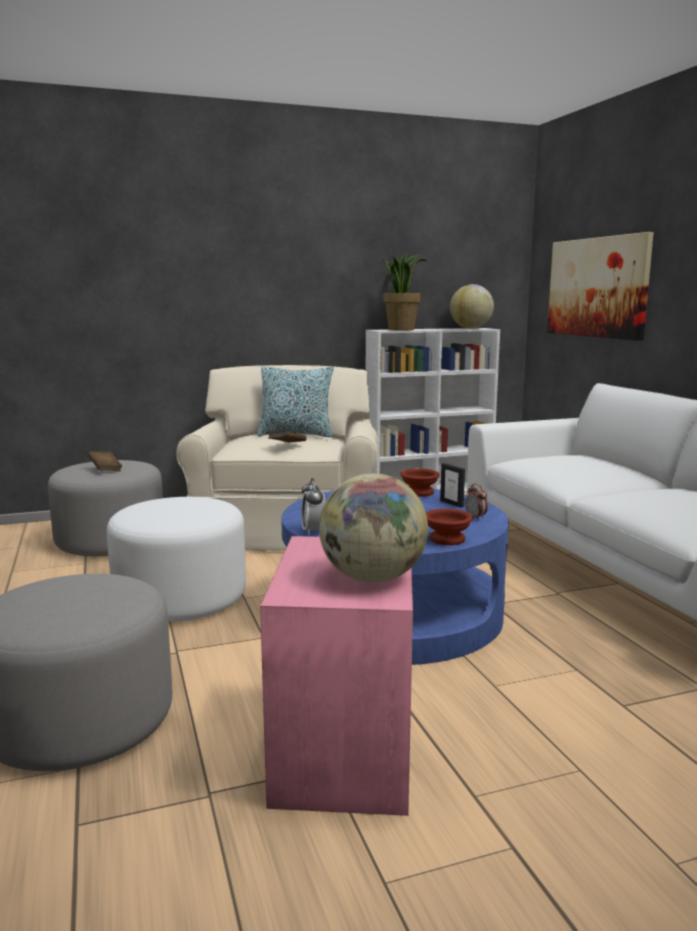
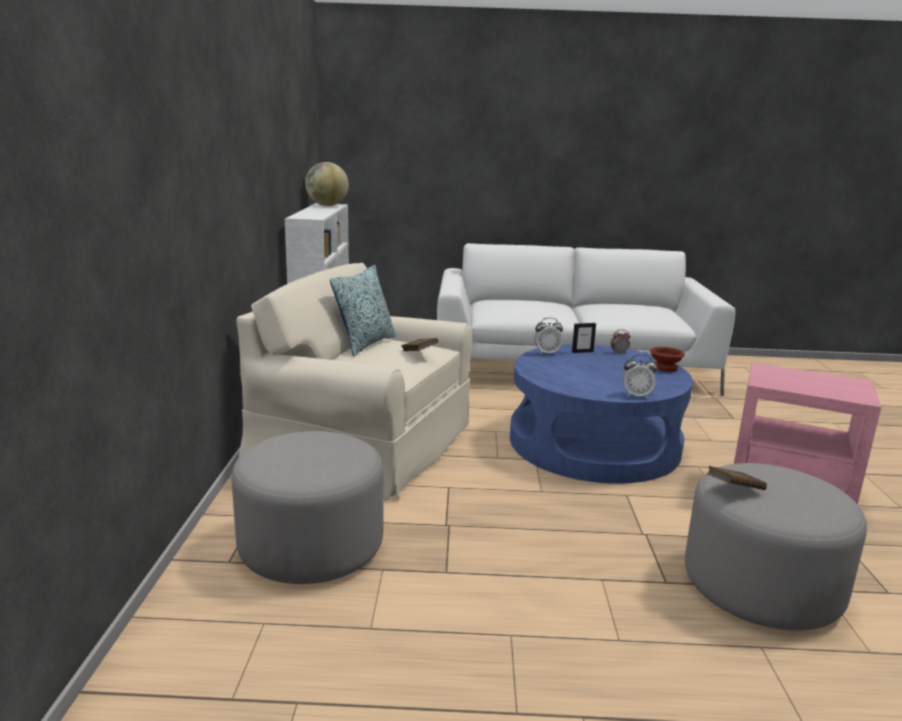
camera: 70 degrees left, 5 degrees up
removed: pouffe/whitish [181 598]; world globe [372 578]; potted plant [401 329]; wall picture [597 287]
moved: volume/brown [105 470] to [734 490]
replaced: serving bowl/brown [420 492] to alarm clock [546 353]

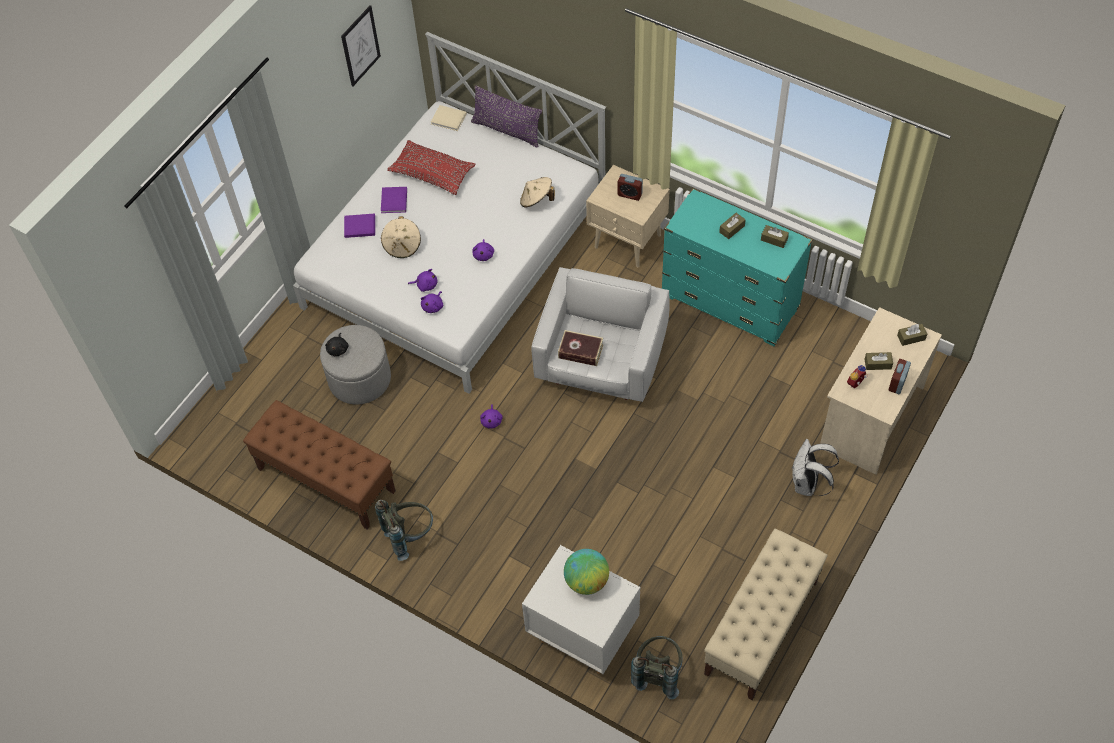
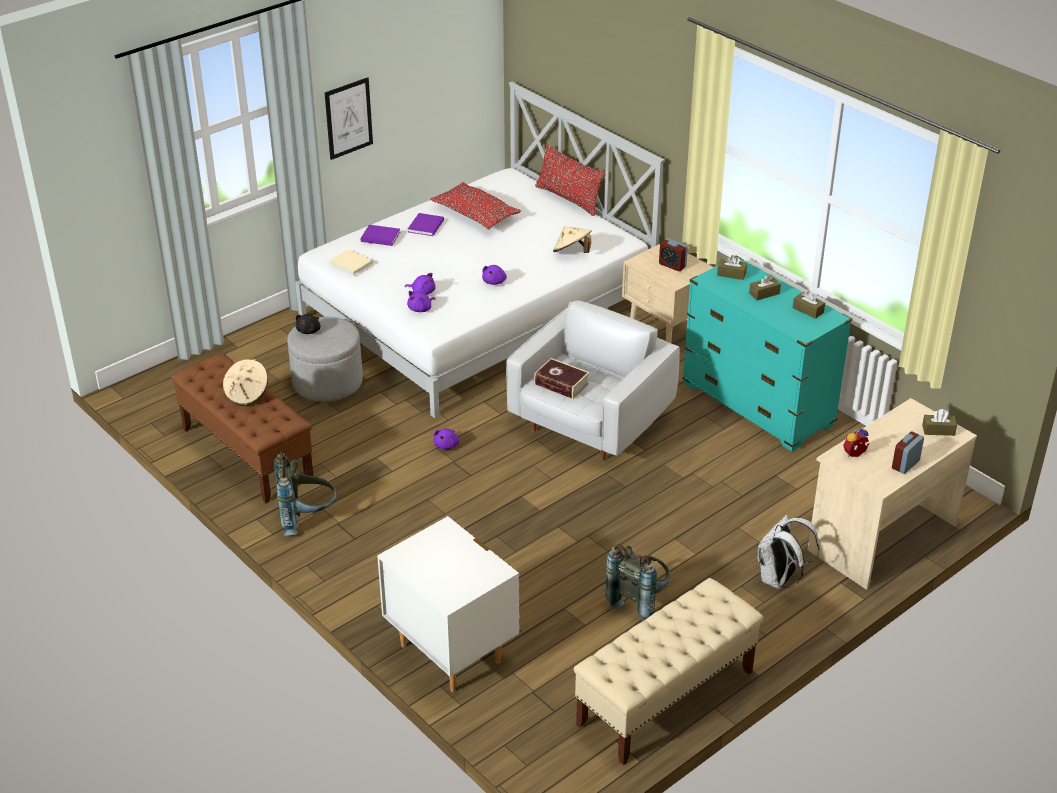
camera: 15 degrees right, 20 degrees down
removed: world globe [586 581]
moved: wall picture [360 46] to [348 118]; hat/beige [402 245] to [247 394]; volume/beige [449 119] to [351 264]; backpack/gray [657 673] to [639 601]; tissue holder/brown [877 364] to [731 274]
recoloured: cushion/purple [507 131] to cushion/reddish [568 199]

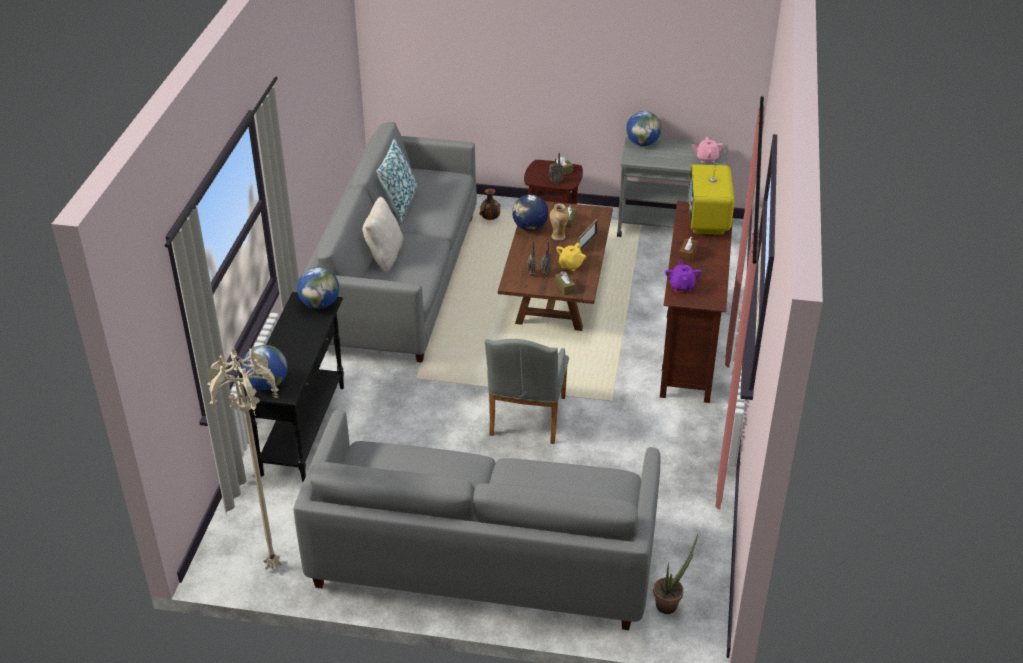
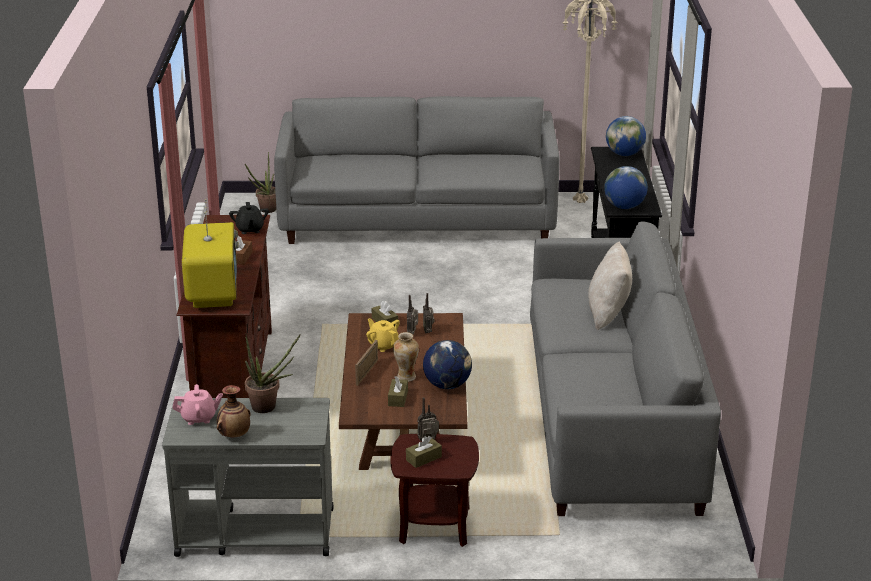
camera: 170 degrees right, 10 degrees down
removed: cushion [399 204]; lounge chair/gray [526 420]; world globe [642 143]
added: potted plant [269 407]
moved: decorative vase [490 219] to [234 435]
recoloured: teapot/purple [681 286] to teapot/blackish [250 229]
turned: teapot/yellow-coloured [570 265] = [383 345] 60 degrees counterclockwise

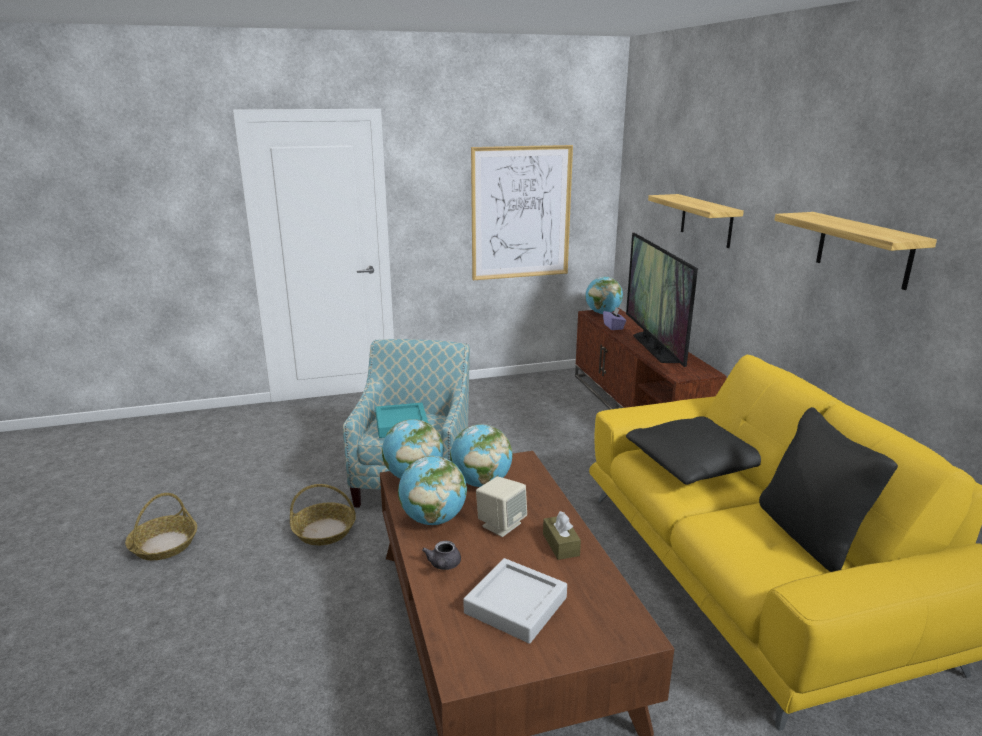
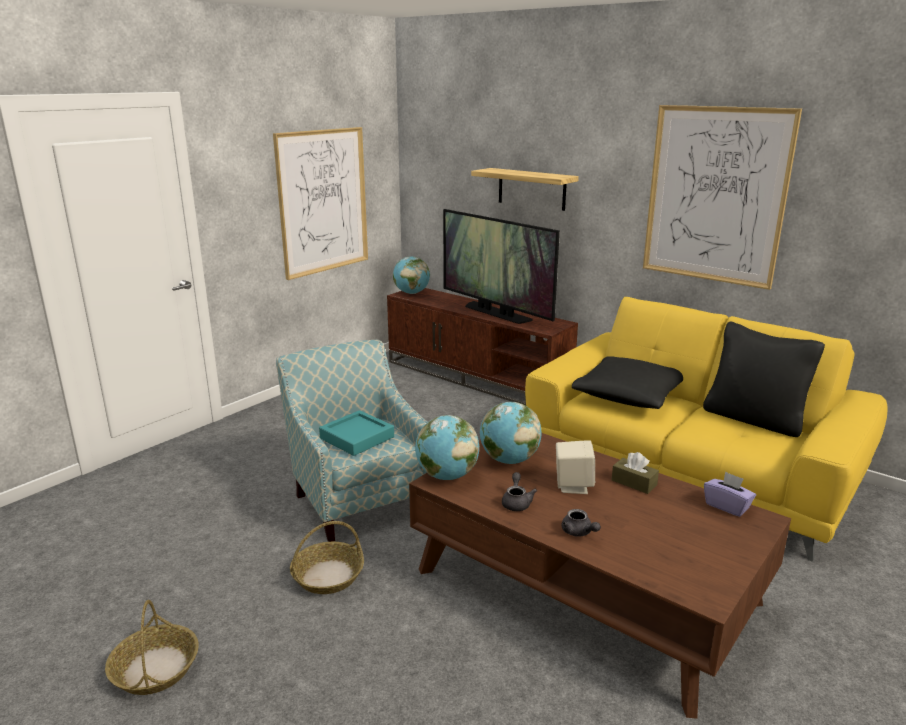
camera: 35 degrees left, 0 degrees up
removed: tray/gray [515 605]
moved: tissue holder/purple [613 327] to [727 506]
replaced: world globe [433 519] to teapot/gray [516 502]; bracket shelf [863 249] to wall picture [715 195]

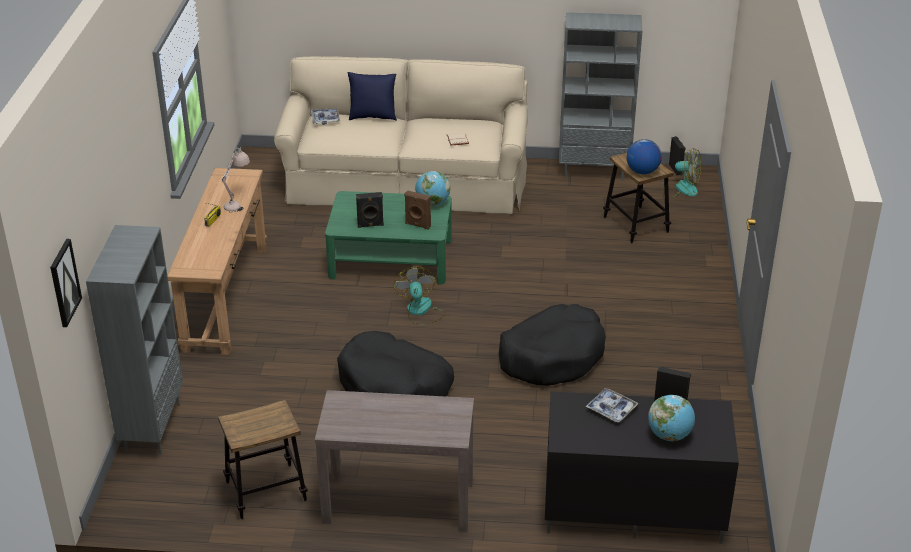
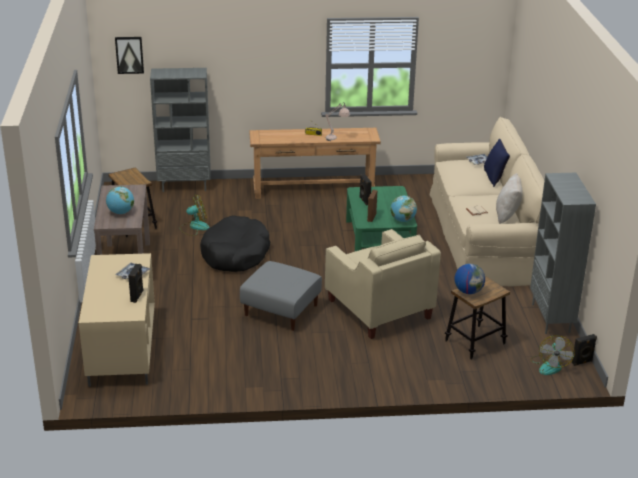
camera: 80 degrees right, 5 degrees down
added: lounge chair/beige [378 309]; cushion/beige [507 215]
moved: electric fan [420 311] to [194 227]; world globe [669 435] to [121 212]
replaced: dog cushion/blackish [552 356] to pouffe/gray [280 310]
recoloured: tv unit/blackish [631 509] to tv unit/beige [121 349]

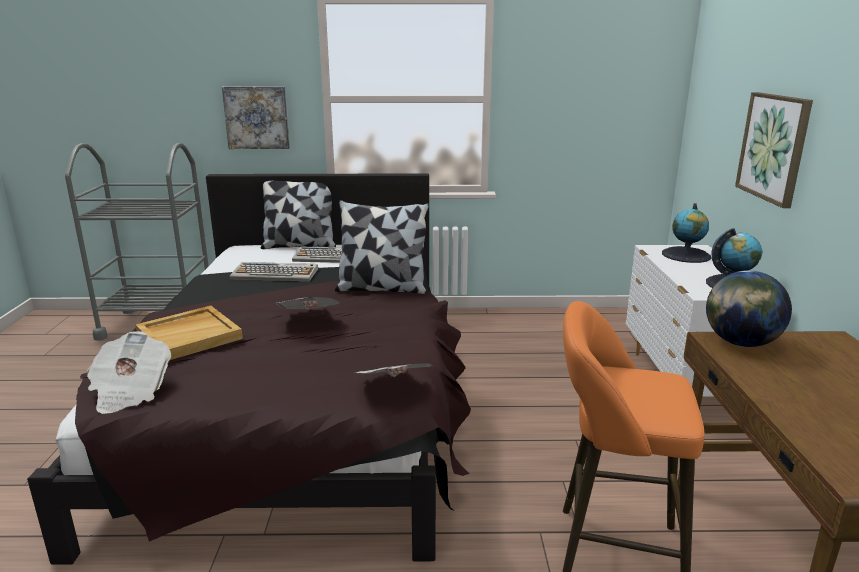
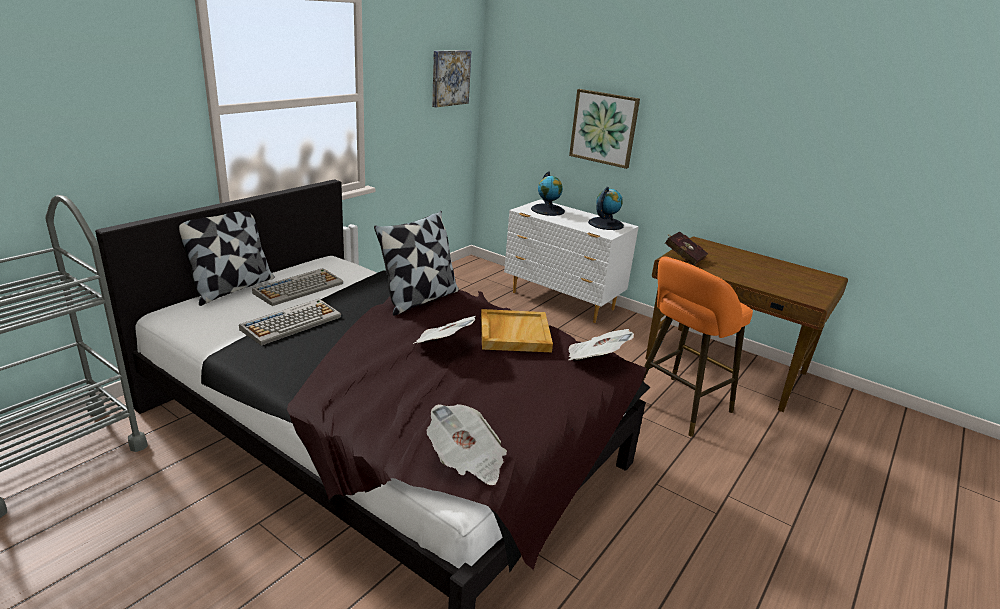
camera: 55 degrees left, 5 degrees up
moved: tray/beige [190 336] to [514 333]; wall picture [257 117] to [450 78]
replaced: world globe [740 343] to volume/reddish [682 257]

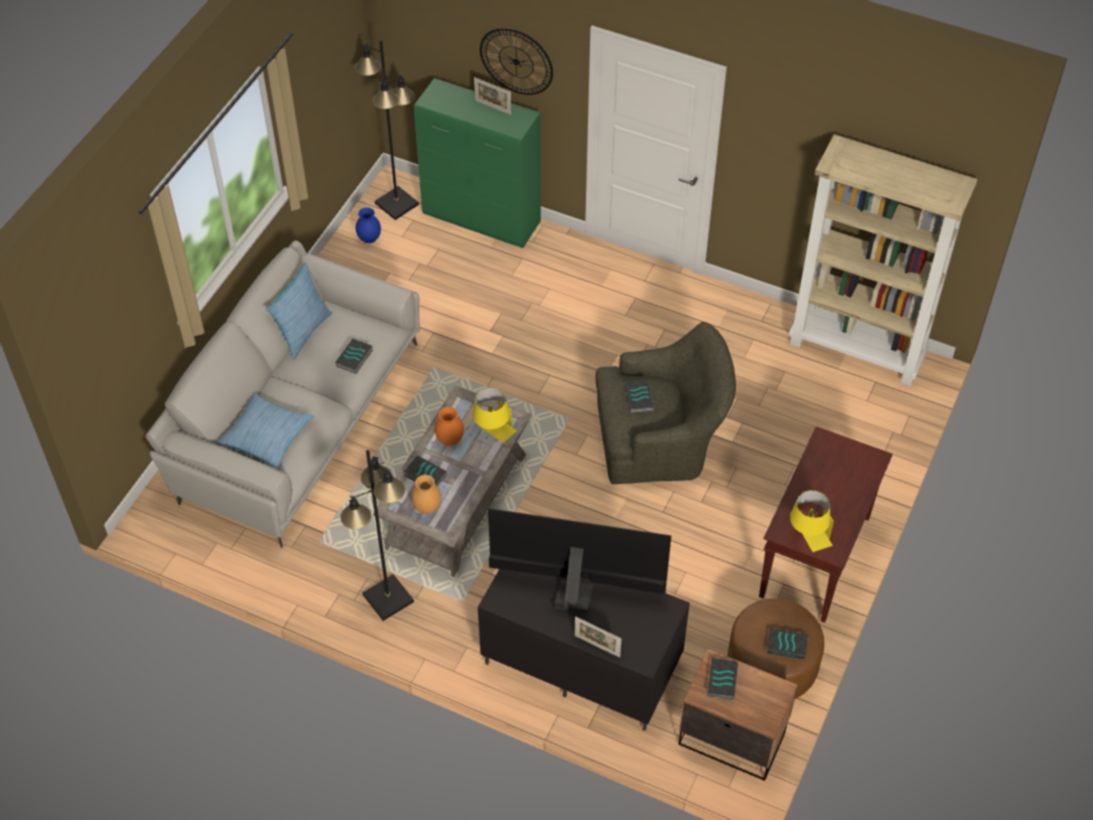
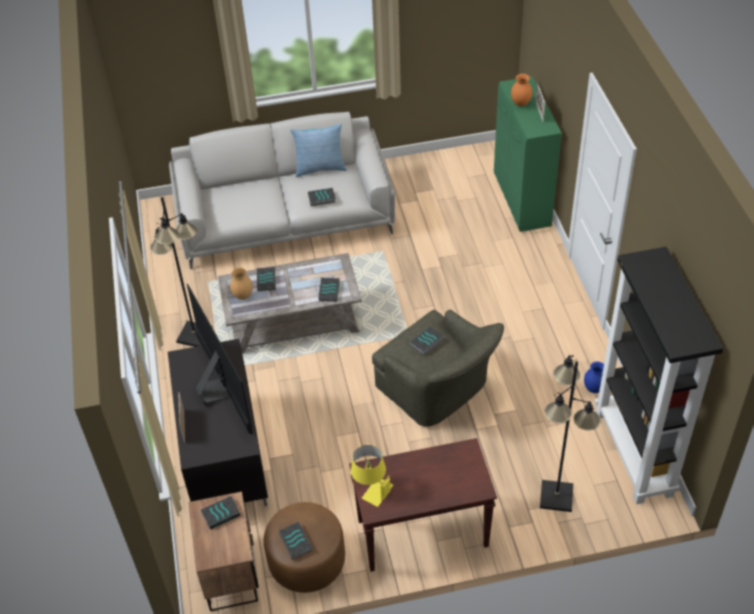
camera: 55 degrees right, 5 degrees down
removed: cushion [266 436]; wall clock [516 61]
moved: standing lamp/blackish [396 203] to [557 496]; decorative vase/blue-coloured [369 239] to [593 388]; decorative vase/orange [450 439] to [521 103]
replaced: tabletop lamp/yellow-coloured [493 433] to volume [328 291]
recoloured: bookshelf/beige [858 350] to bookshelf/blackish [634 453]

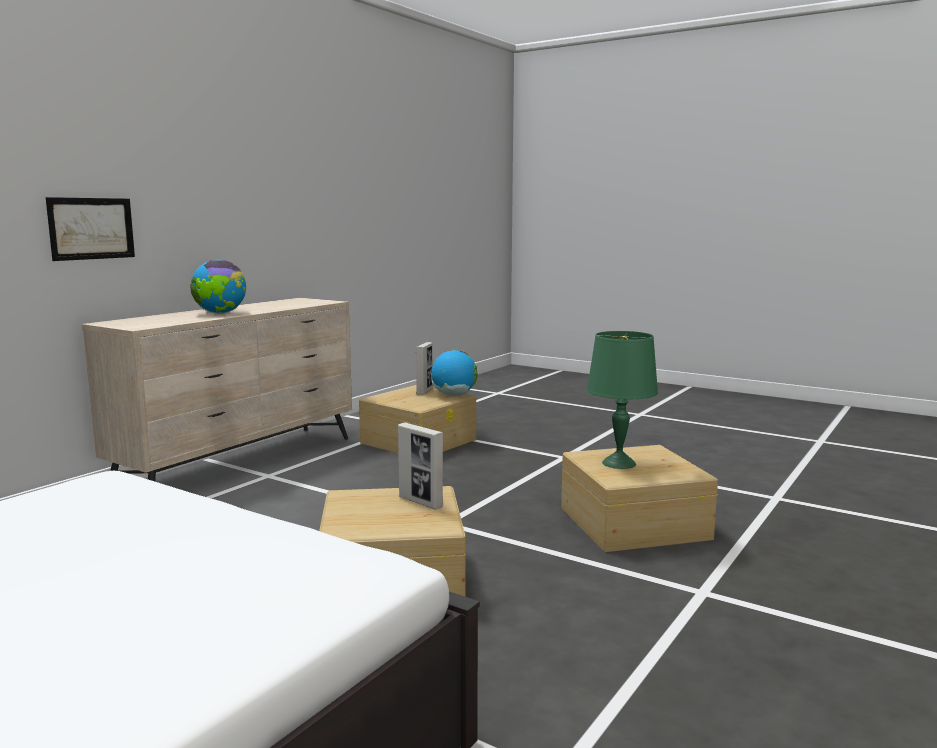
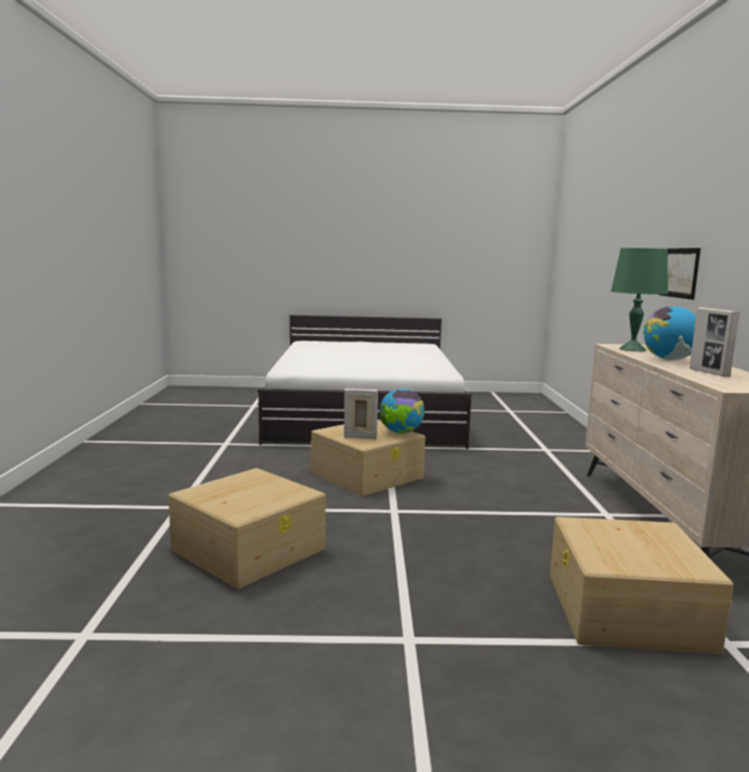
camera: 145 degrees right, 0 degrees up
moved: photo frame [424 391] to [709 373]; world globe [454 395] to [401 433]; tabletop lamp/green-coloured [618 463] to [633 349]

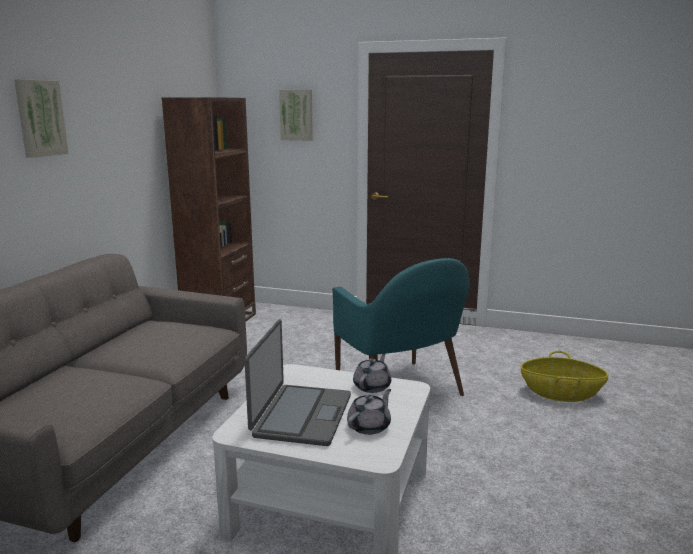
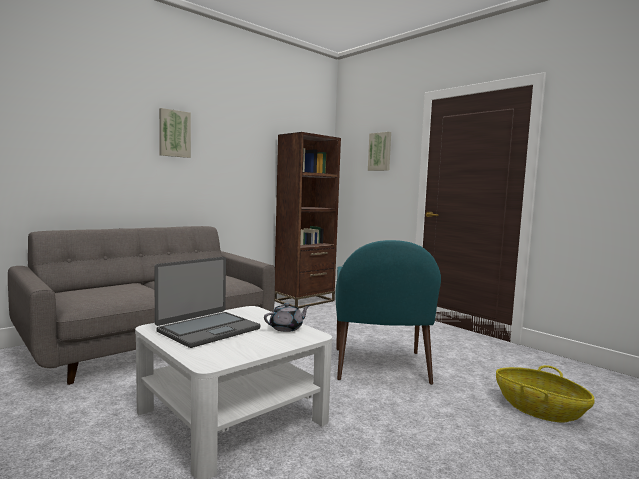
camera: 30 degrees right, 10 degrees down
removed: teapot/gray [369 426]

